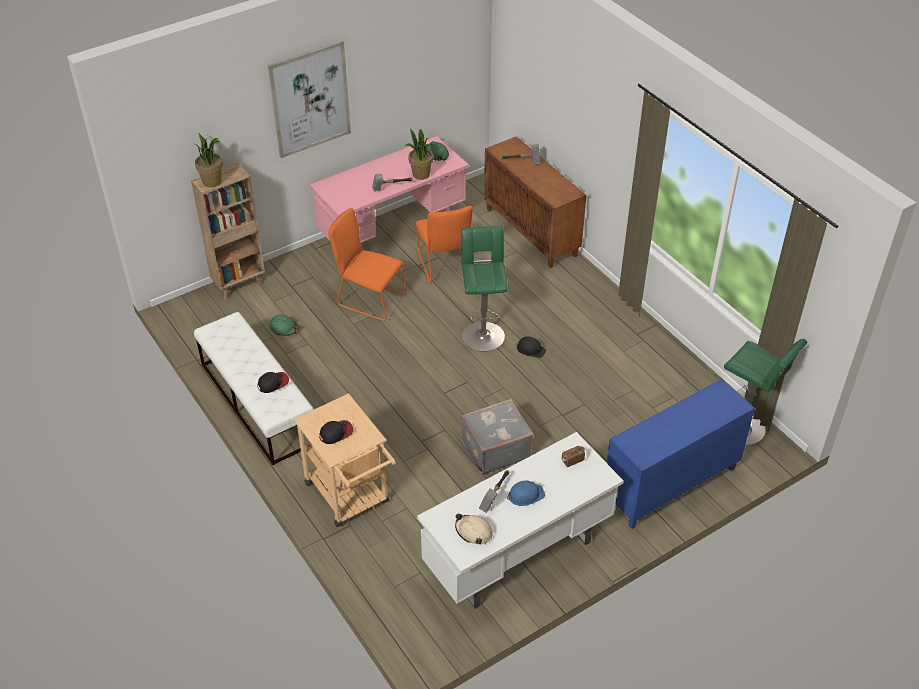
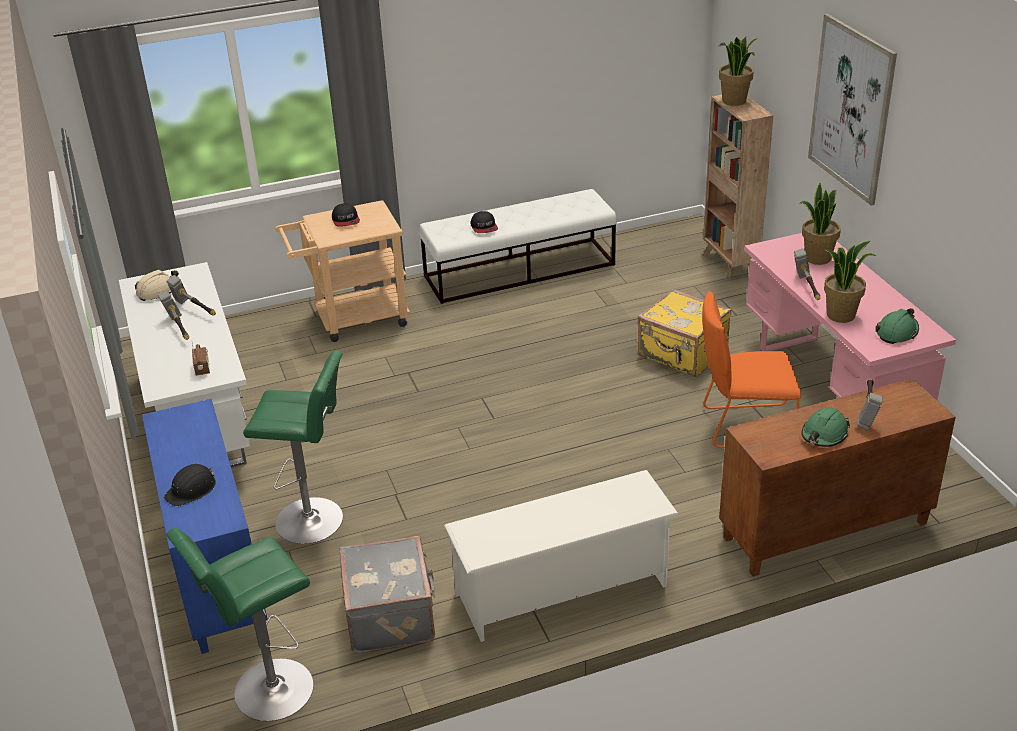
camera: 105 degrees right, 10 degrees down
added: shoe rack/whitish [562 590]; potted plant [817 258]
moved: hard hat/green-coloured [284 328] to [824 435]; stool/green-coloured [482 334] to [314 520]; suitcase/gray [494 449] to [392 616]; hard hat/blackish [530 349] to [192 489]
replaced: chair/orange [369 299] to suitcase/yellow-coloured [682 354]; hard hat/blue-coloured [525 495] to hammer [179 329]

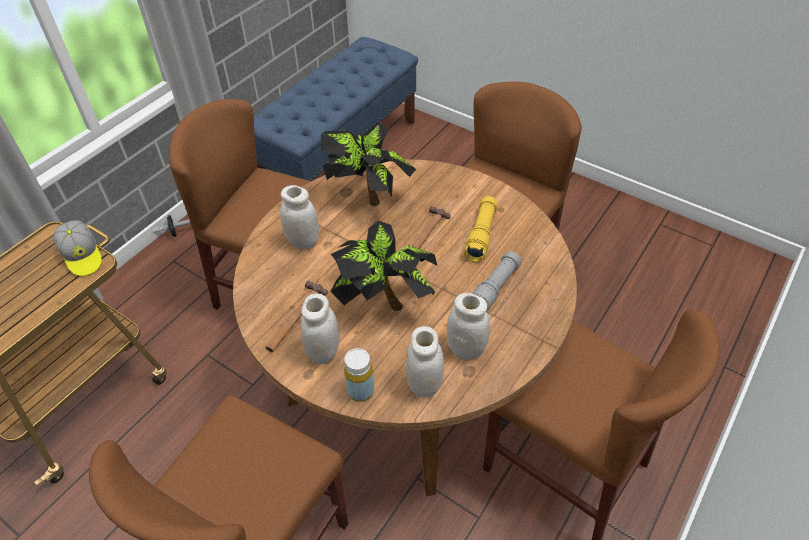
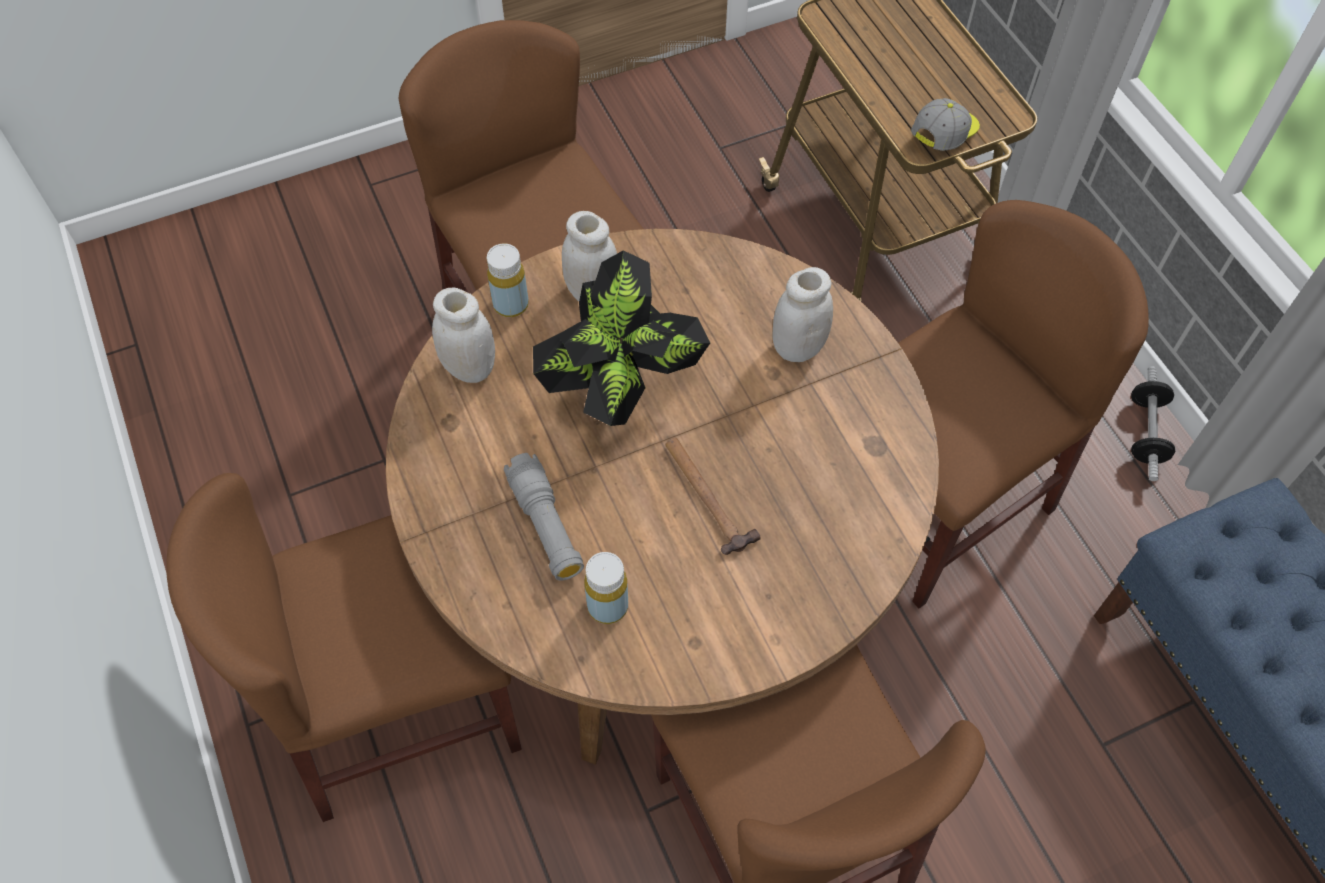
camera: 120 degrees right, 10 degrees up
removed: hammer [295 318]; potted plant [368 195]; jar/whitish [466 349]; torch/yellow-coloured [481 235]
added: bottle/yellow-coloured [607 606]
turned: cap [82 255] = [944 136] 135 degrees clockwise

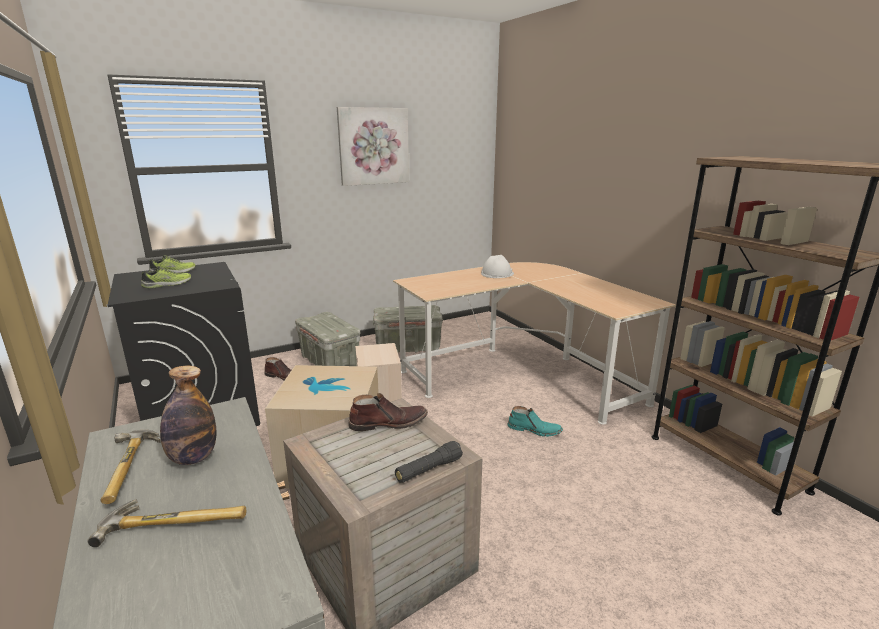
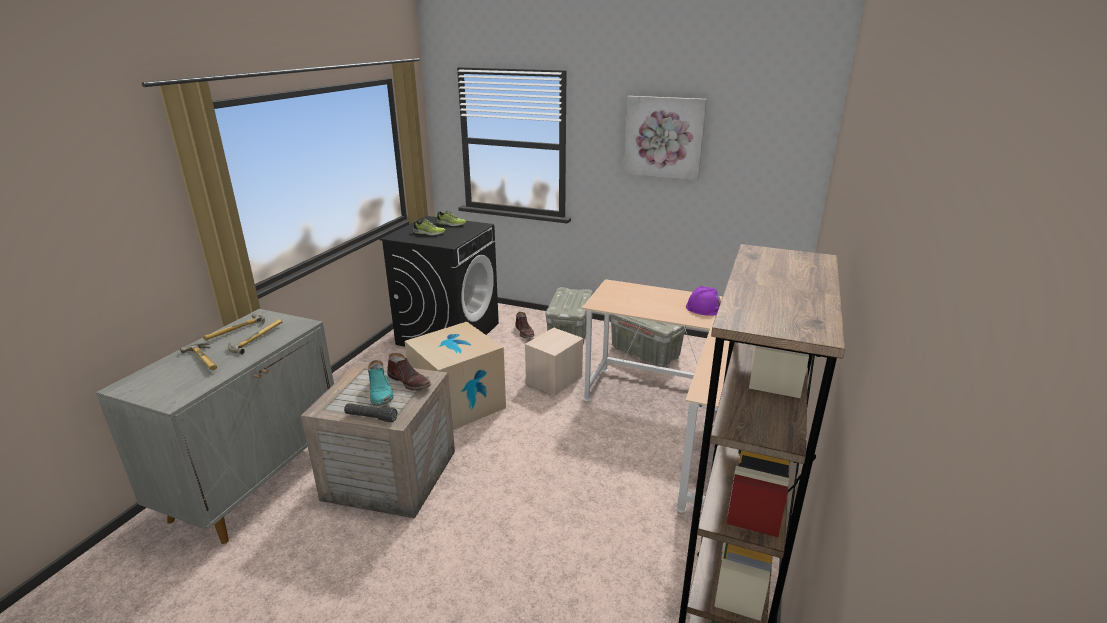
camera: 50 degrees right, 5 degrees up
moved: tall boot/turquoise-coloured [534 430] to [381 393]
replaced: bottle [193 458] to hammer [255 338]
recoloured: hard hat/whitish [497 274] to hard hat/purple [705 308]

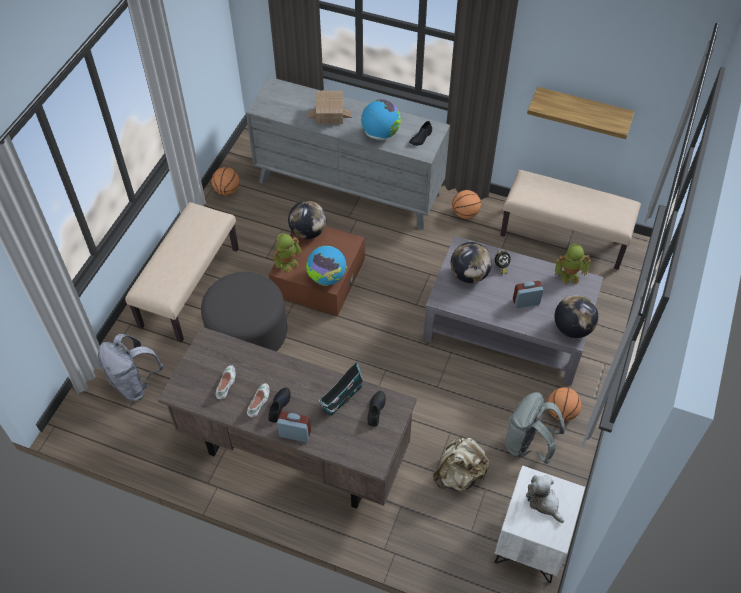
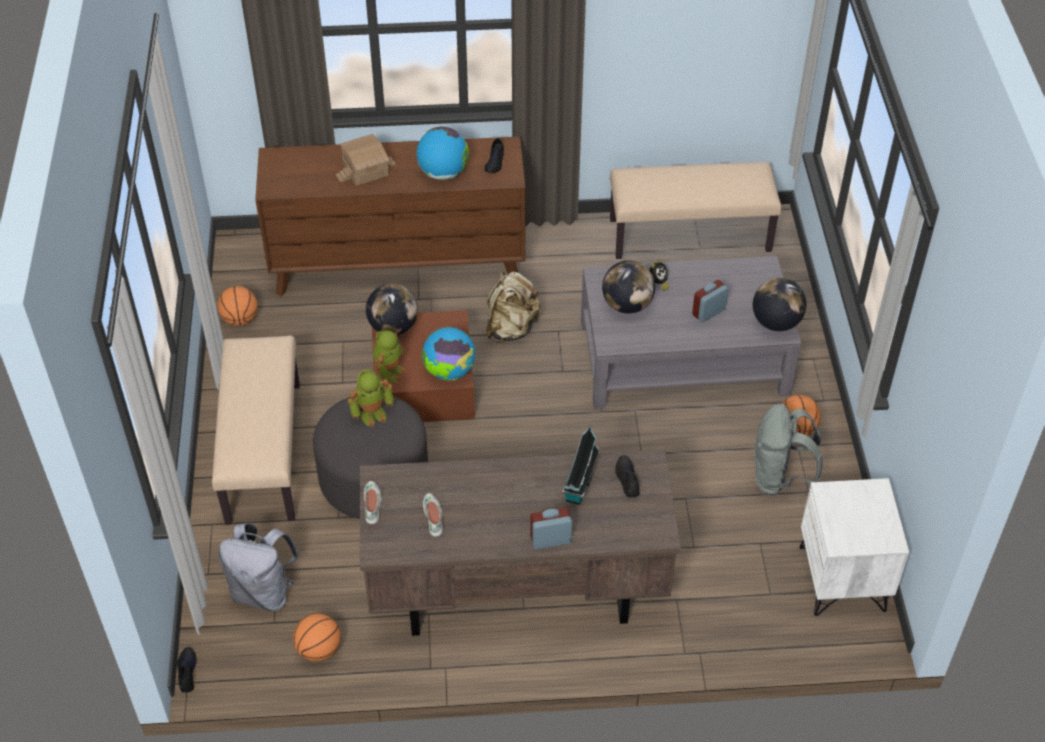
camera: 25 degrees left, 5 degrees down
removed: plush toy [543 502]; bracket shelf [582 110]
moved: shoe/whitish [259 402] to [372 505]; shoe/blackish [279 406] to [187 672]; backpack/beige [459 475] to [511 328]; basketball ball [465 214] to [319 650]; model robot [569 275] to [372 413]
recoloured: chest of drawers/gray [349 188] to chest of drawers/brown [399 264]

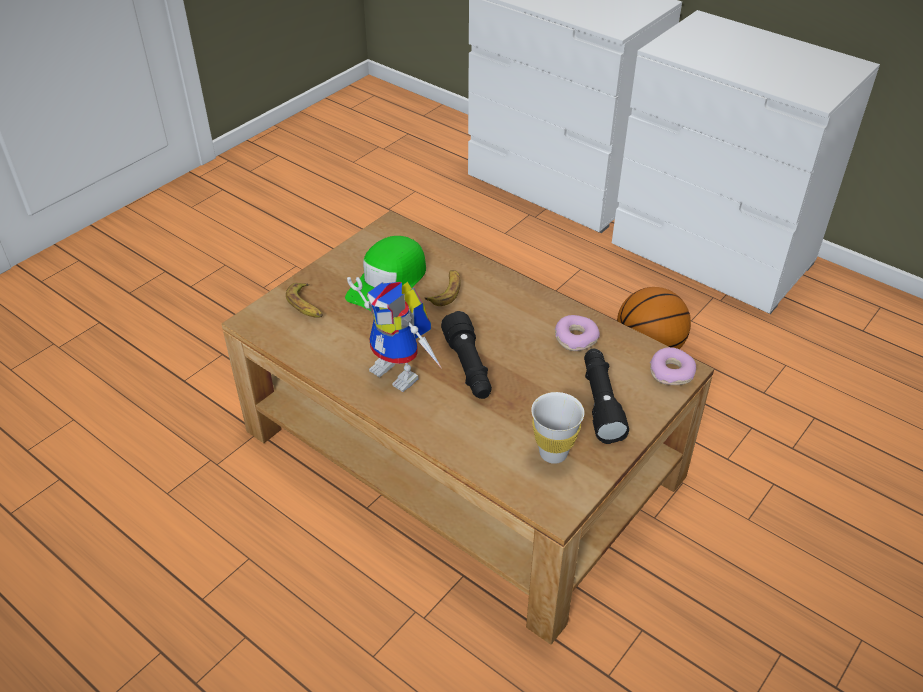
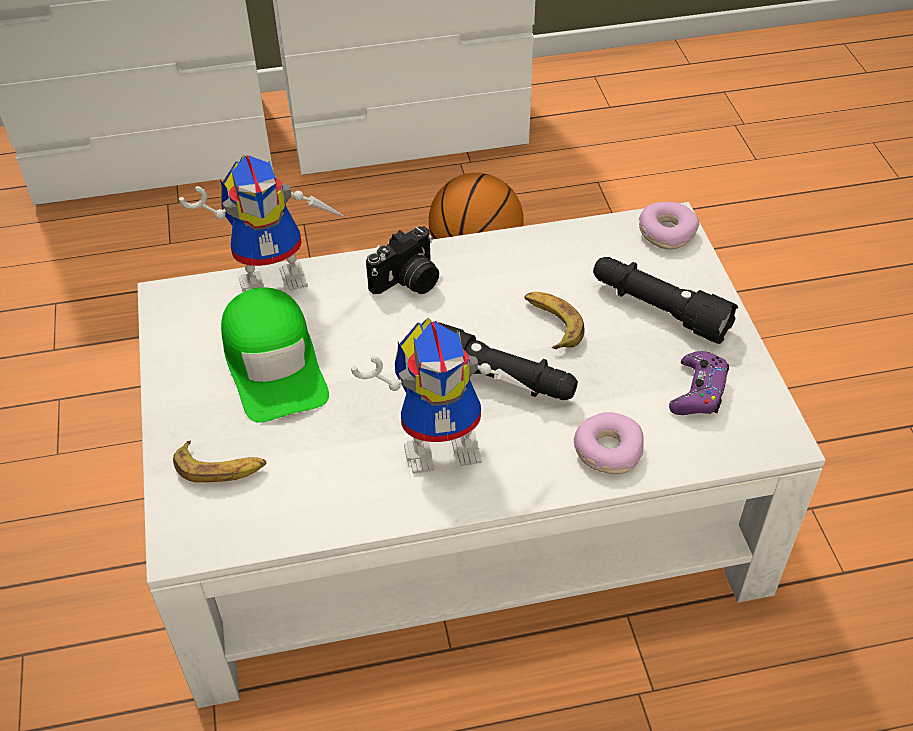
camera: 50 degrees left, 5 degrees up
added: model robot [277 275]; photo camera [408 282]
moved: banana [446 291] to [551 324]; ring doughnut [575 338] to [607 450]
replaced: drinking cup/whitish [553 453] to gamepad/purple [698 391]
recoloured: lounge table/brown [462 454] to lounge table/whitish [461 504]

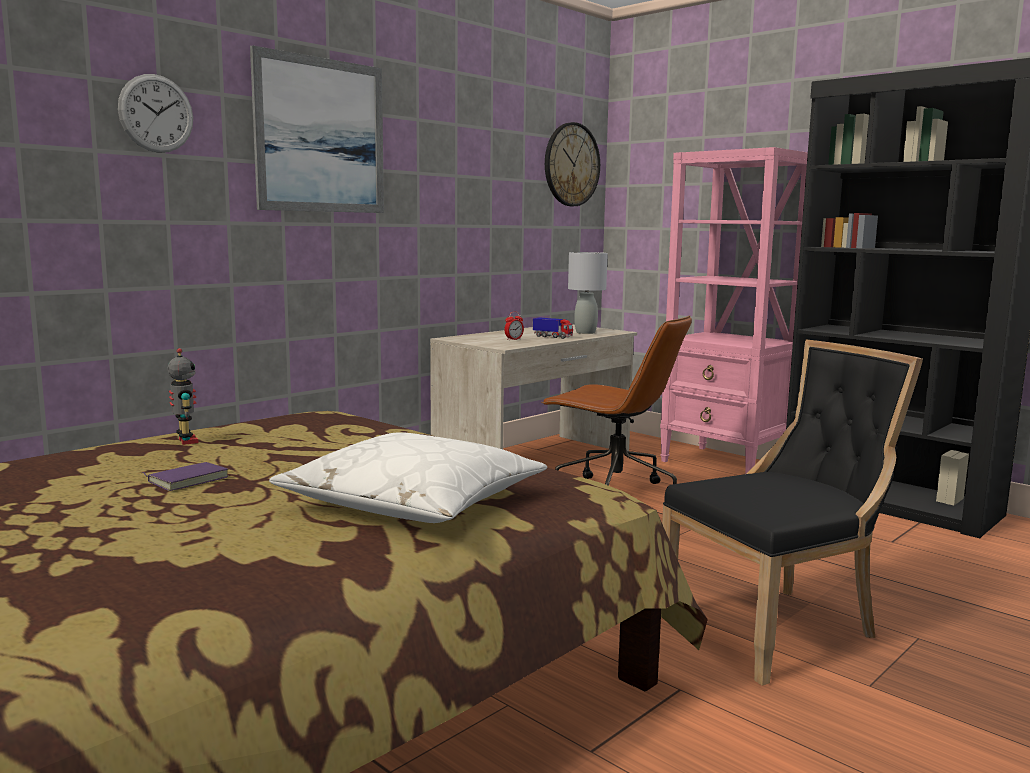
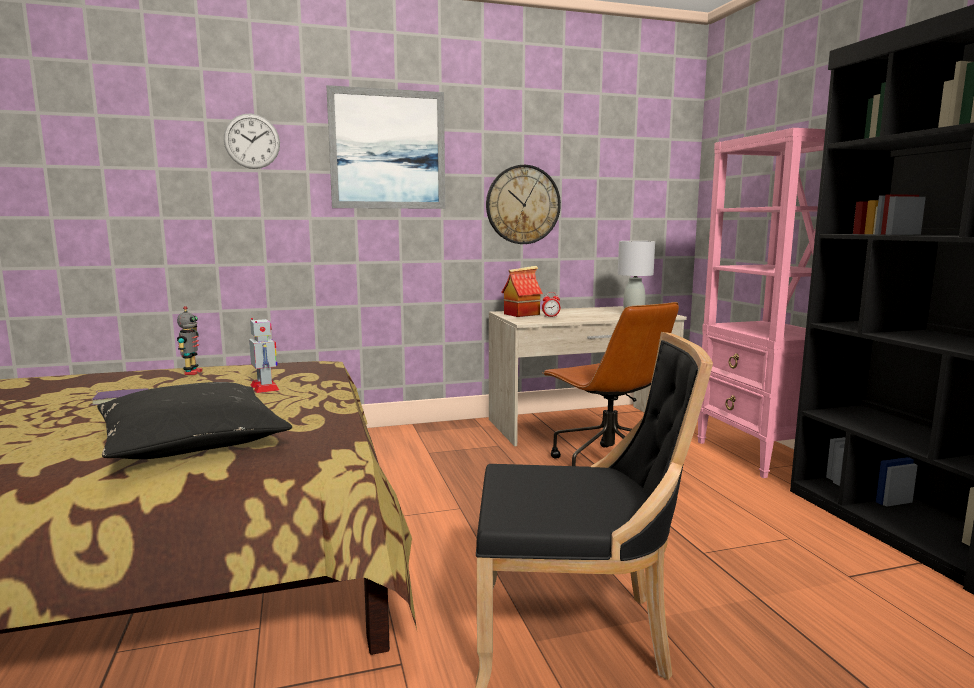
camera: 30 degrees right, 0 degrees up
removed: toy truck [553 337]
added: model robot [265 387]; toy house [522 314]
moved: wall clock [571 164] to [523 205]
recoloured: cushion/whitish [414 503] to cushion/blackish [192 440]

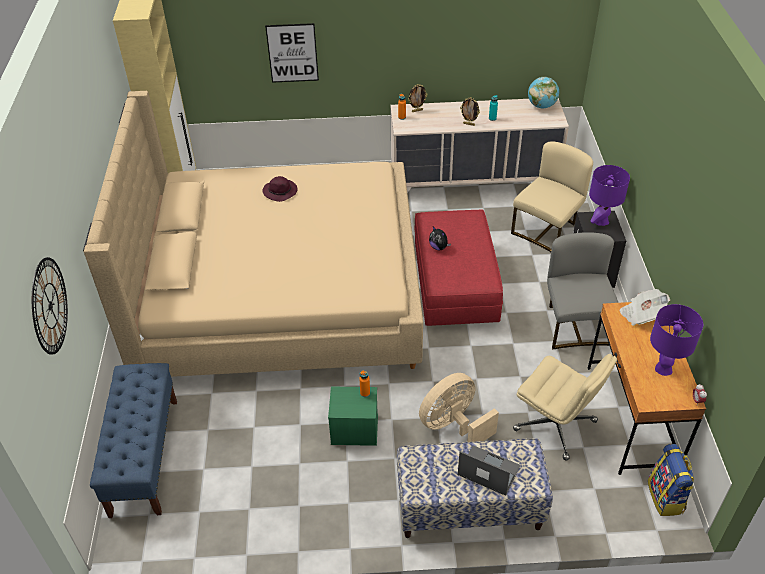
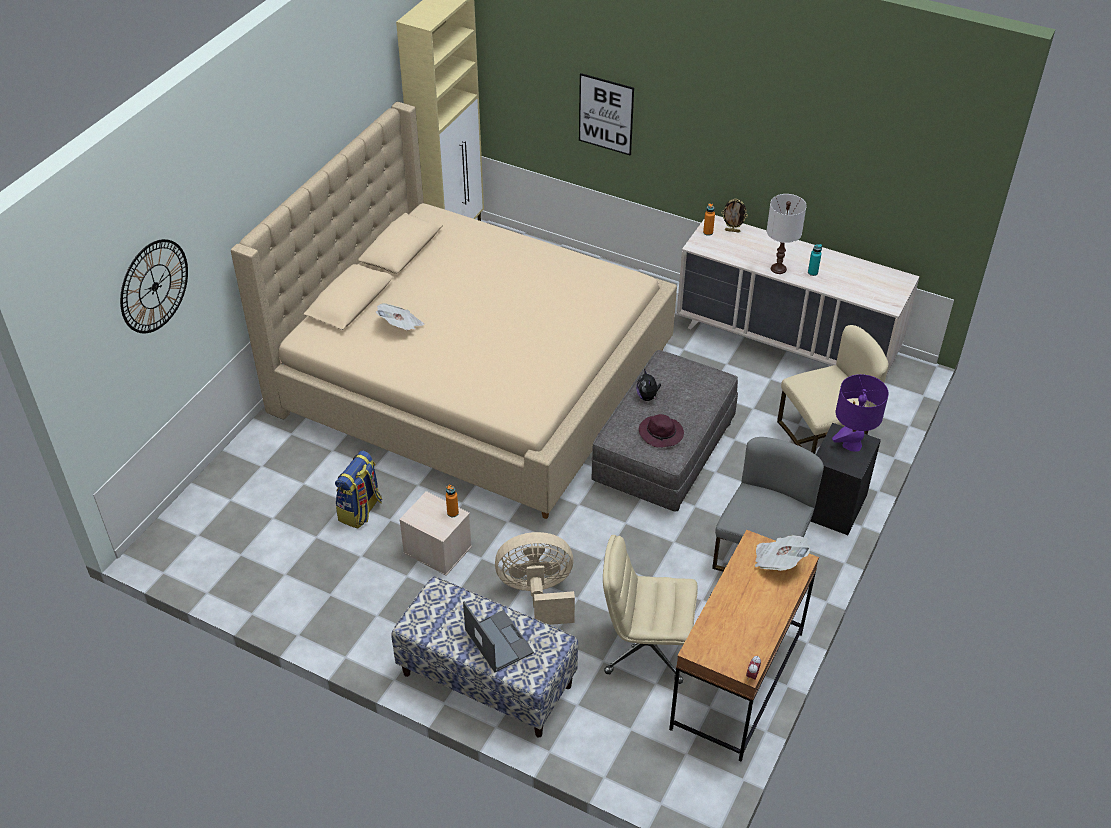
camera: 30 degrees right, 0 degrees up
removed: bench/blue-coloured [144 456]; world globe [541 106]; tabletop lamp/purple [663 368]
added: printed paper [401 326]
moved: hat/purple [281 192] to [661 434]; backpack [666 497] to [361 511]
replaced: photo frame [469 124] to tabletop lamp/whitish [778 269]
recoloured: storage bin/green-coloured [354 430] to storage bin/beige [436 550]; pouffe/reddish [454 284] to pouffe/gray [664 450]
turned: office chair/beige [556 426] = [645 648] 120 degrees clockwise

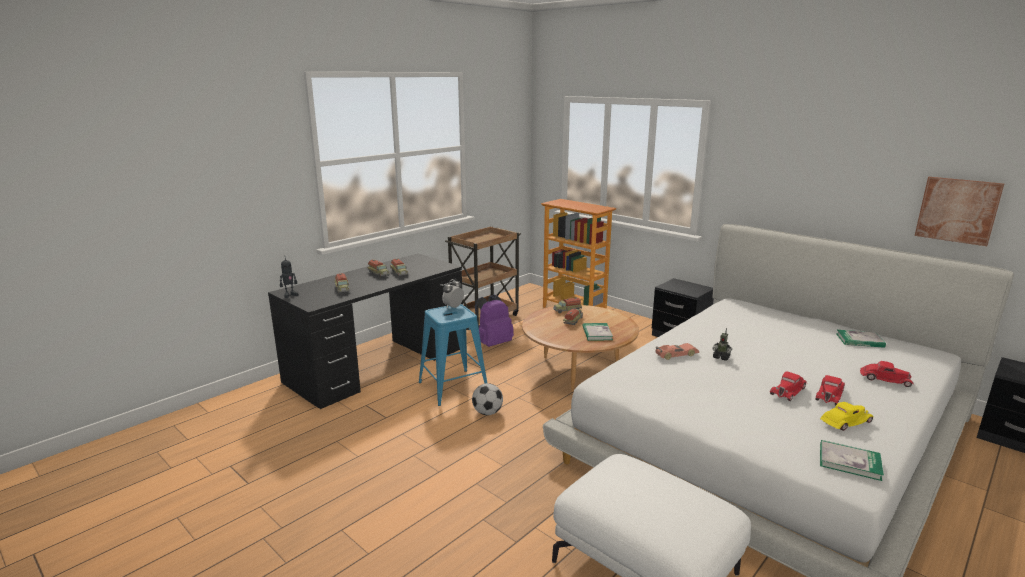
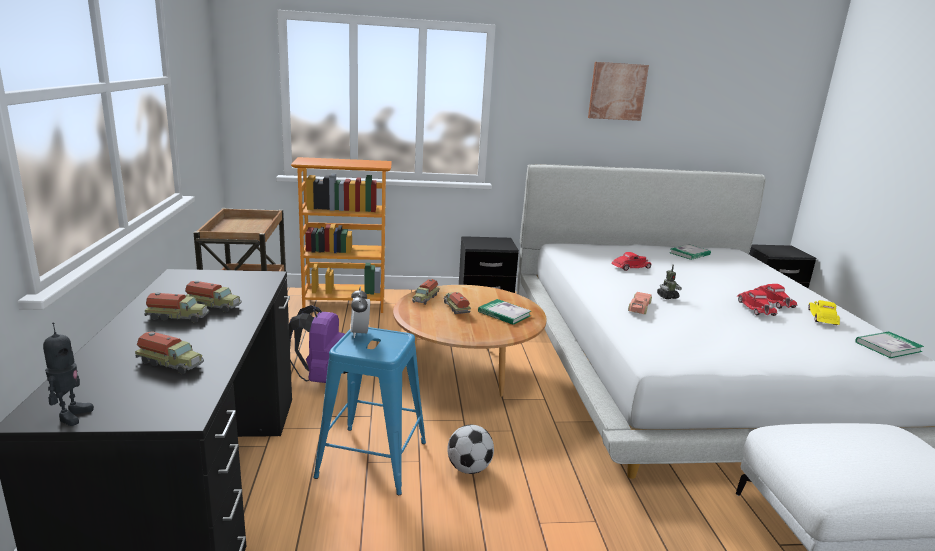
camera: 50 degrees left, 0 degrees up
moved: miniature car/reddish [885 379] to [630 267]; wall picture [957 210] to [617 91]

